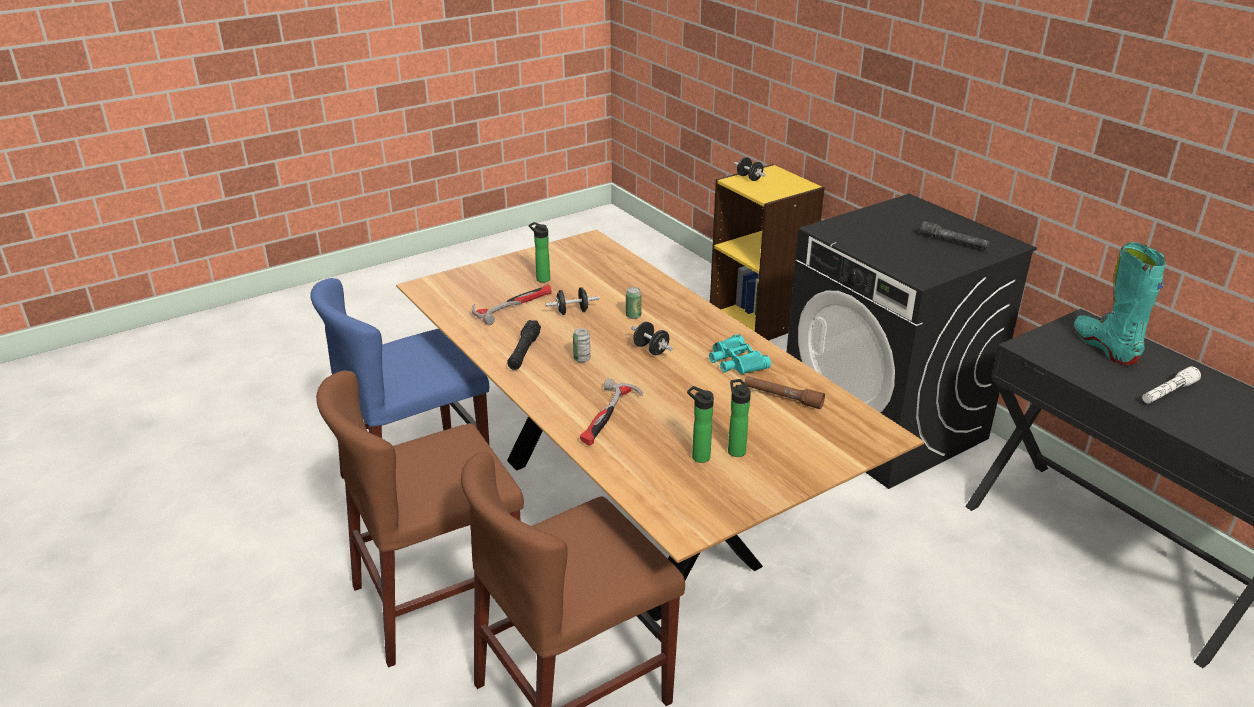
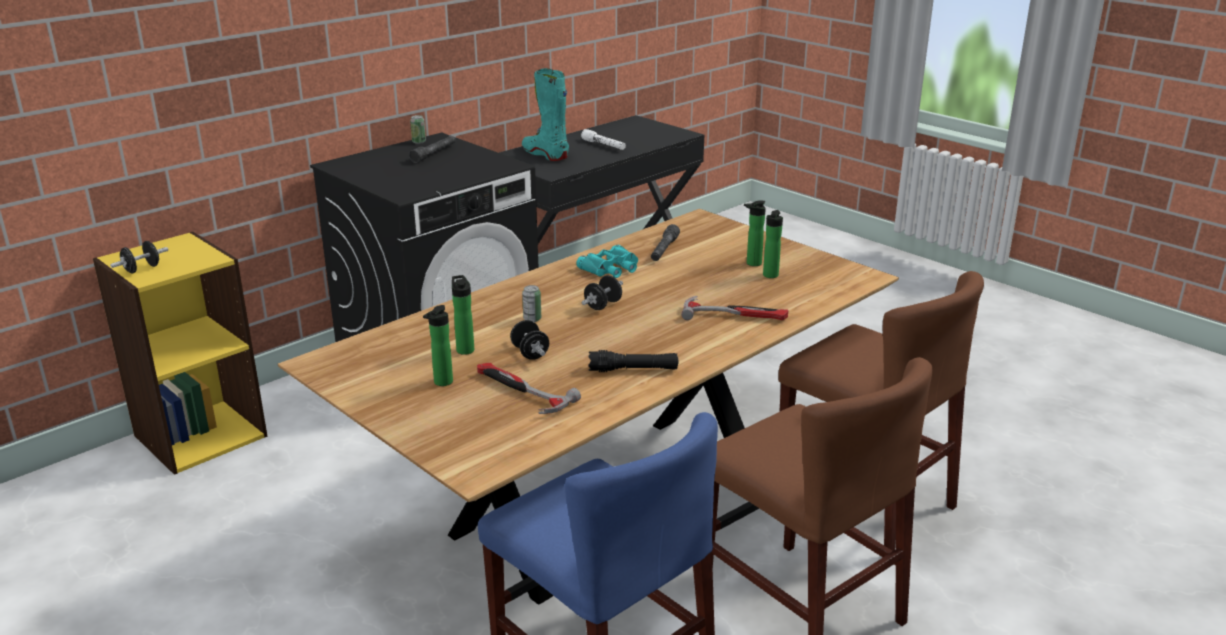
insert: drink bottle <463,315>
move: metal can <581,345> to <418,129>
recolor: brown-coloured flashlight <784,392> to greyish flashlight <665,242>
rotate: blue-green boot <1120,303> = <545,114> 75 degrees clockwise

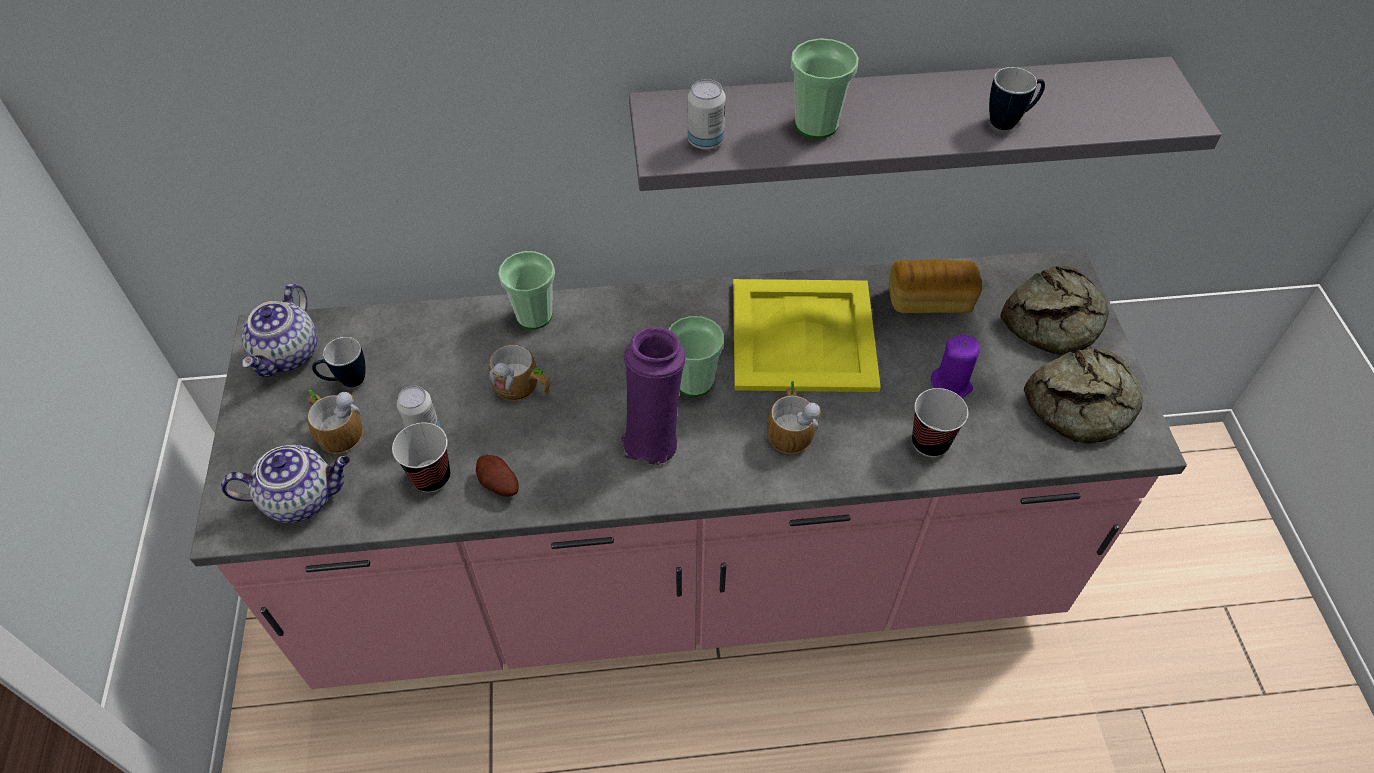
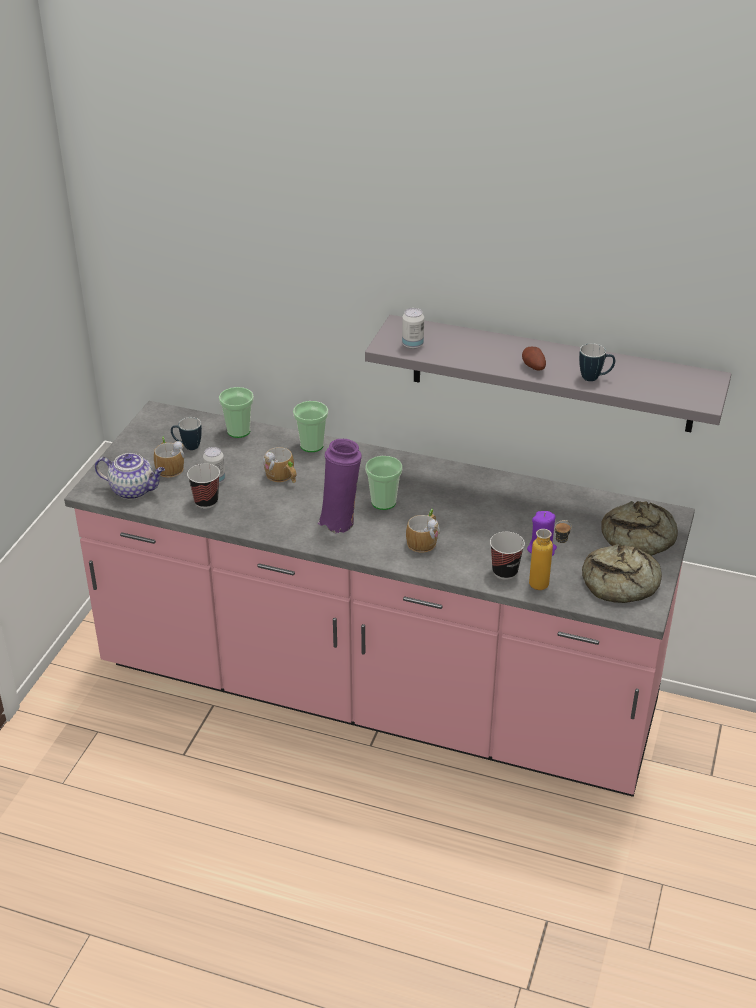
delete: teapot <279,330>; yellow-coloured serving tray <807,335>; bread <935,286>
insert: drink bottle <550,555>
move: drinking cup <824,88> to <236,412>; potato <497,476> to <534,359>

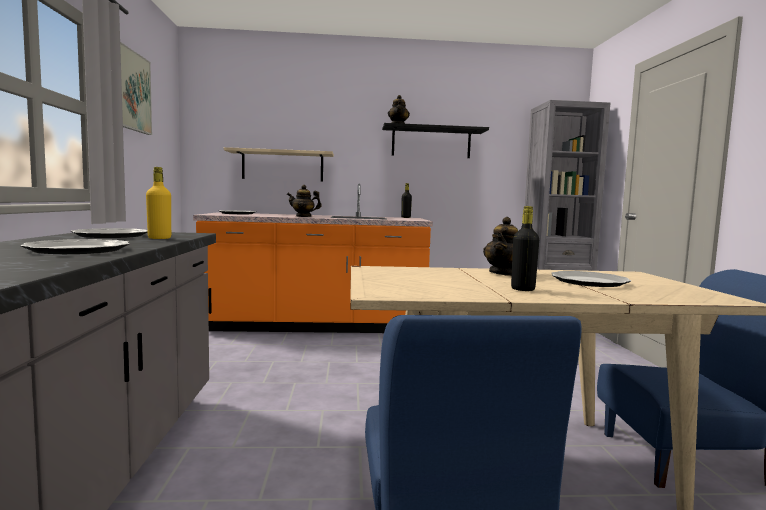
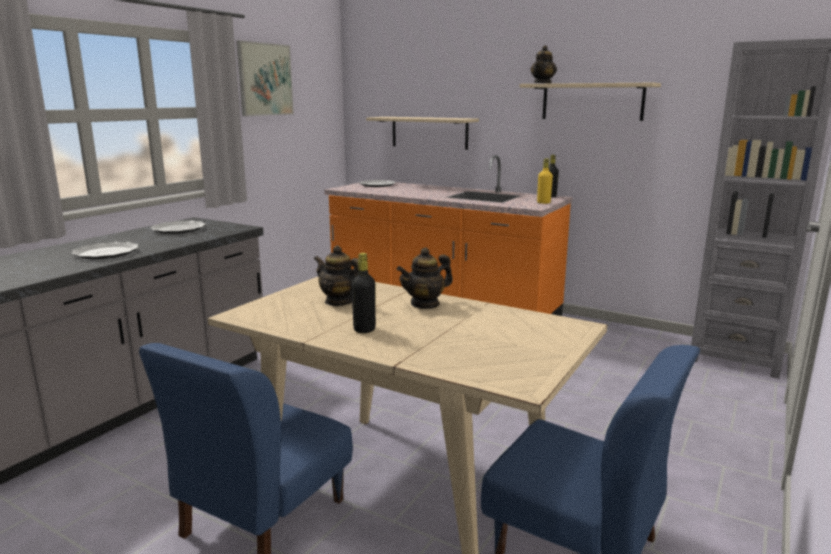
delete: dinner plate <591,279>
move: teapot <304,201> to <336,275>; yellow-coloured drink bottle <158,203> to <545,181>
recolor: black wall shelf <435,140> to sand-coloured wall shelf <590,102>

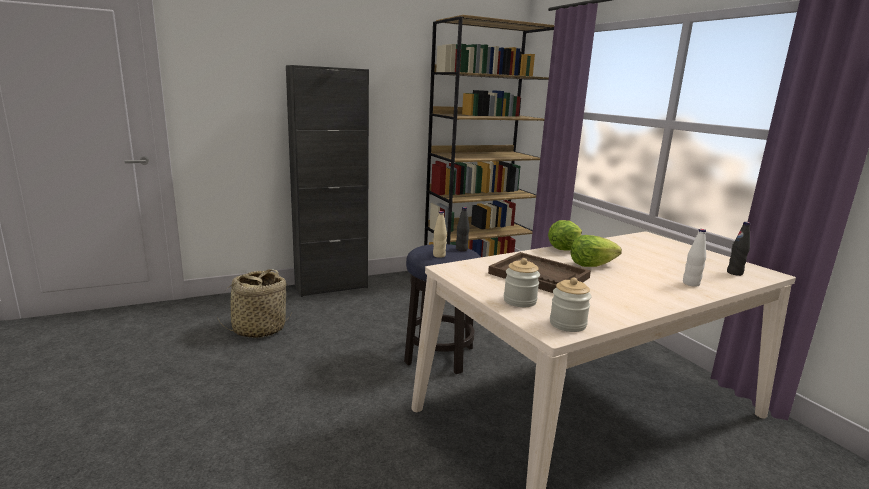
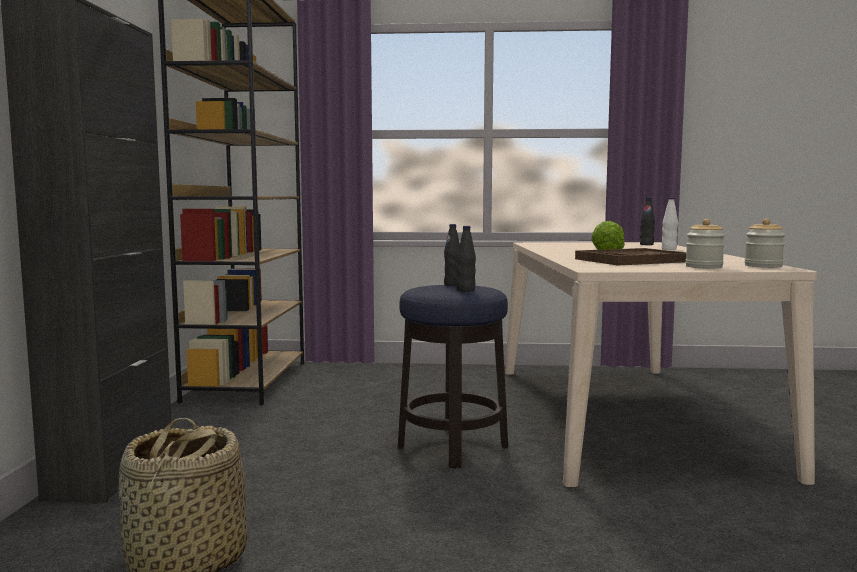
delete: lettuce head <565,235>
recolor: sand-coloured drink bottle <440,234> to black drink bottle <466,259>

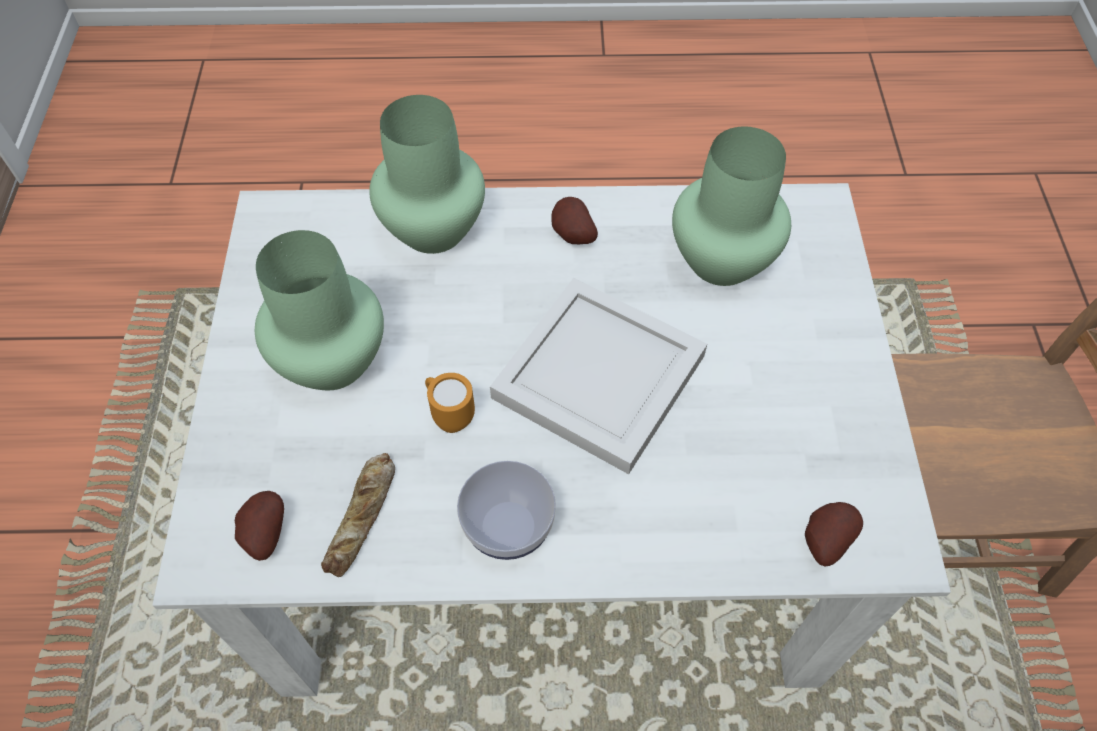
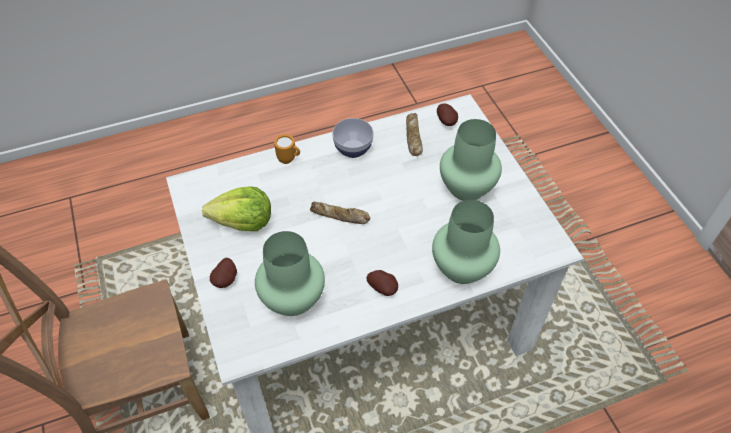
insert: lettuce head <236,208>
move: potato <834,534> to <223,273>; orangey tea mug <450,403> to <287,149>
replace: white serving tray <598,376> to bread <340,213>

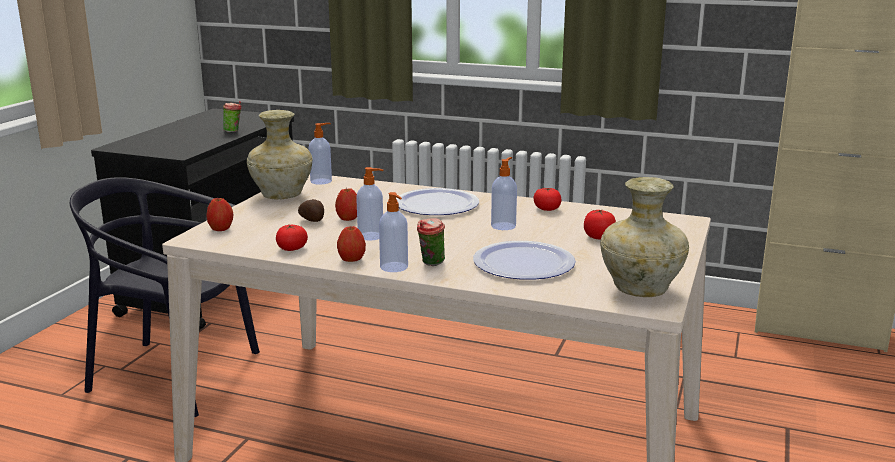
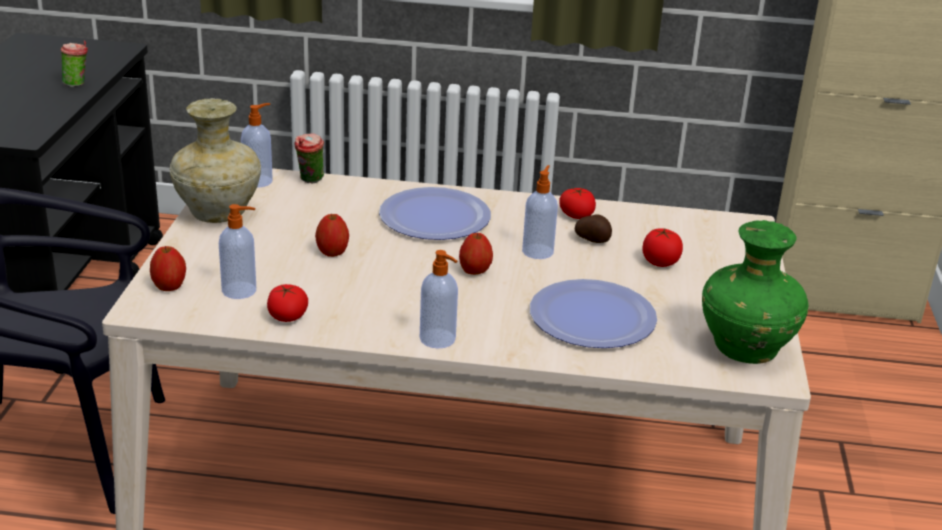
move: soap dispenser <369,204> to <237,251>; drinking cup <431,242> to <309,158>; whole apple <351,244> to <476,254>; potato <311,210> to <593,228>
recolor: sand-coloured decorative vase <645,237> to green decorative vase <755,292>

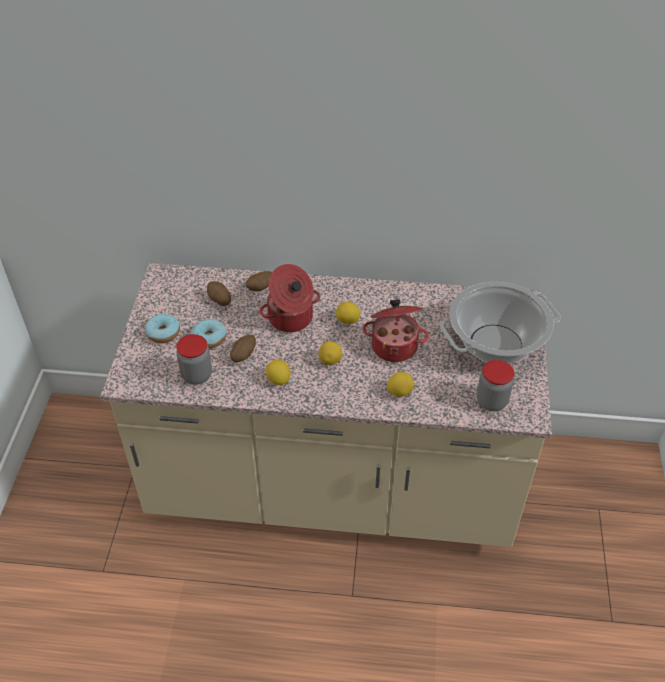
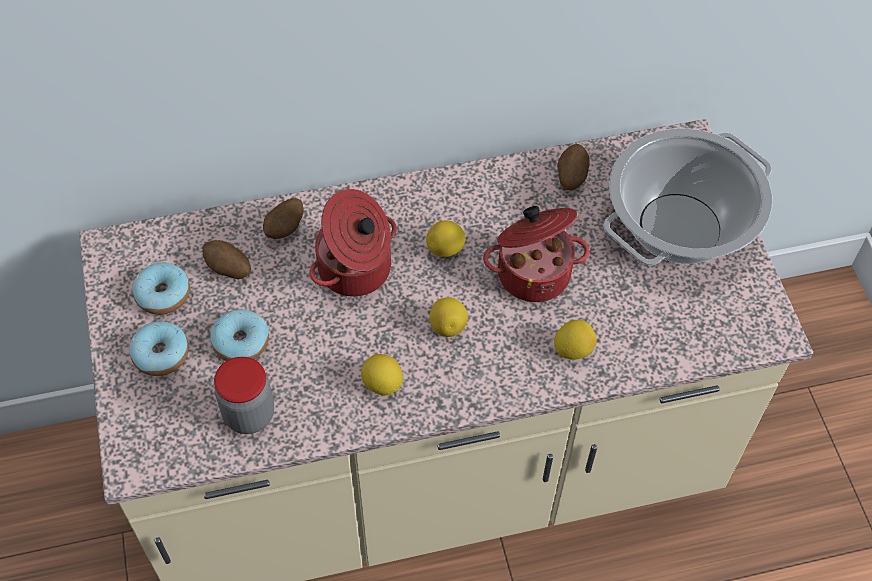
delete: jar <495,385>
insert: doughnut <161,288>
move: potato <243,348> to <573,167>

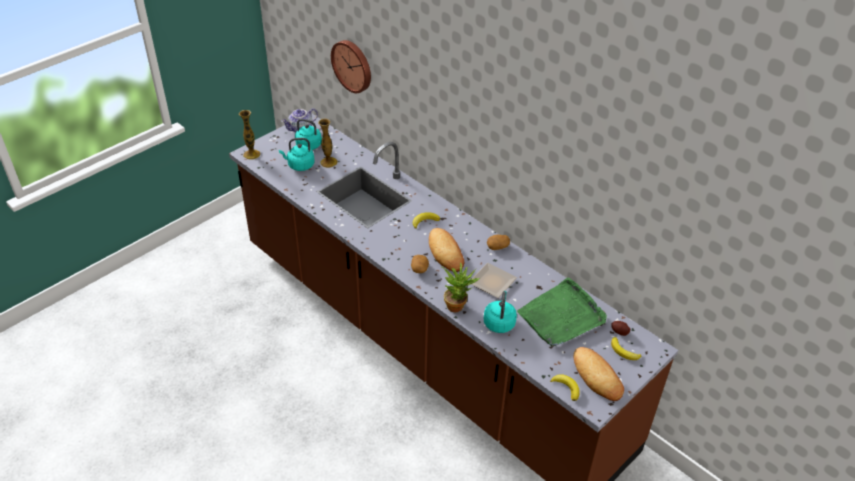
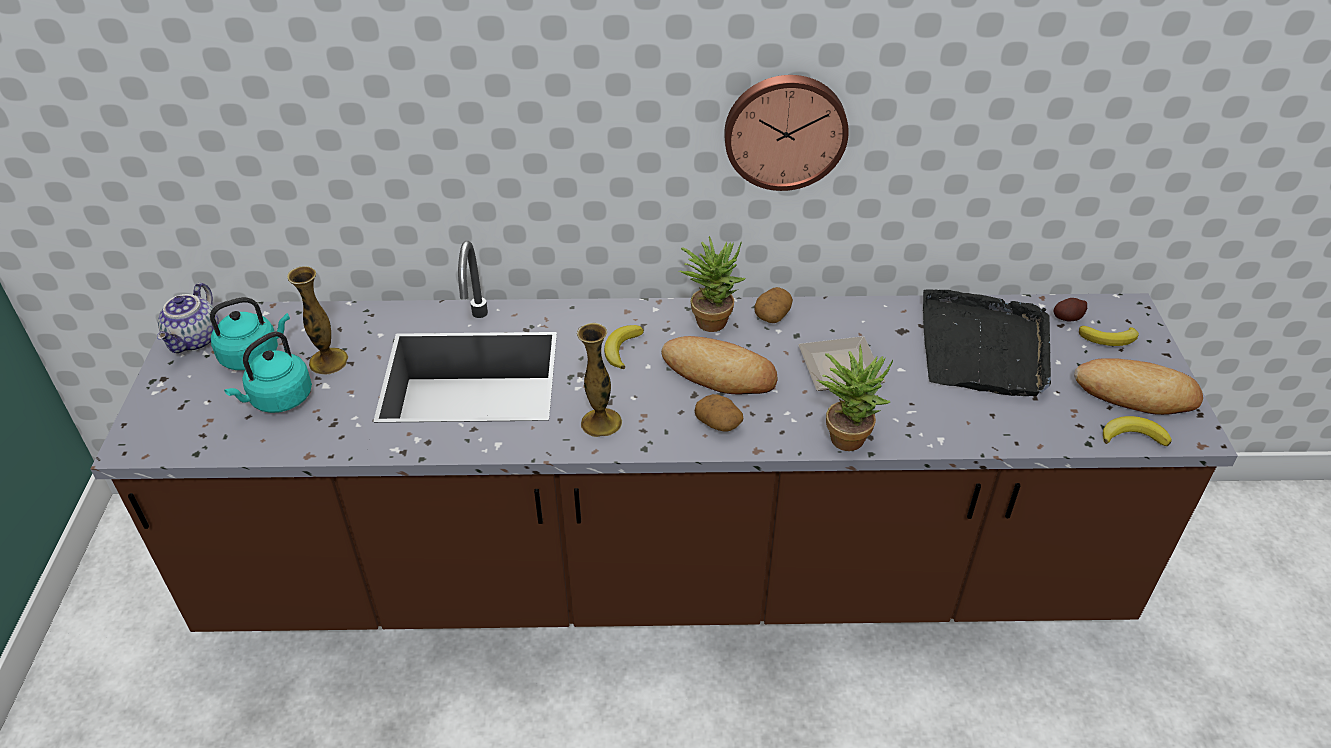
delete: blue-green tea kettle <500,312>
insert: potted plant <712,284>
move: decorative vase <249,135> to <599,380>; hanging clock <351,66> to <786,133>
recolor: green serving tray <562,311> to black serving tray <987,343>

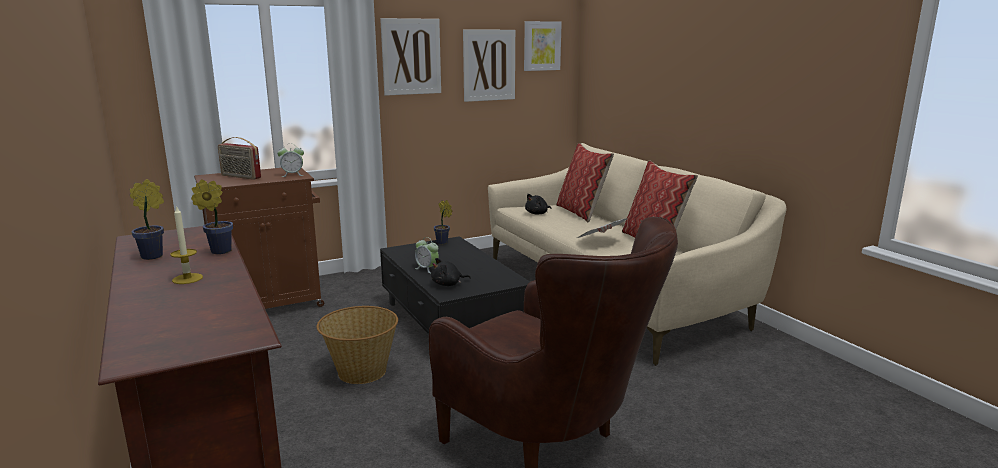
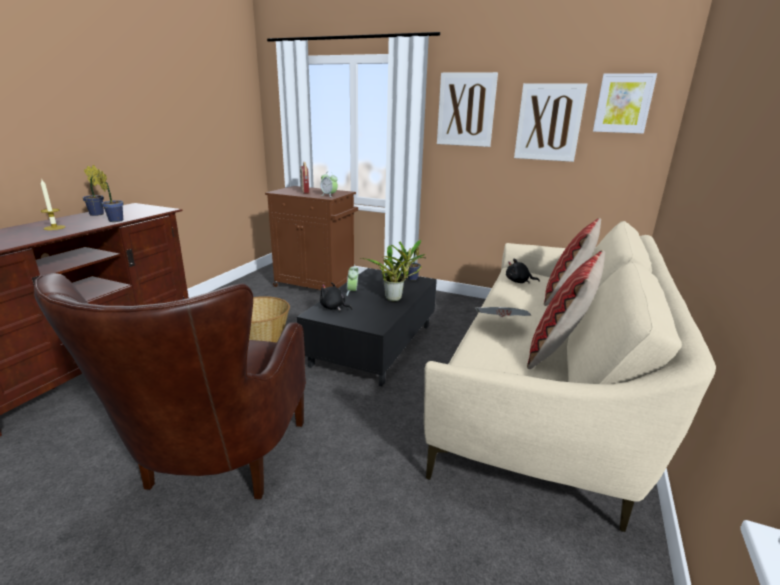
insert: potted plant <393,270>

